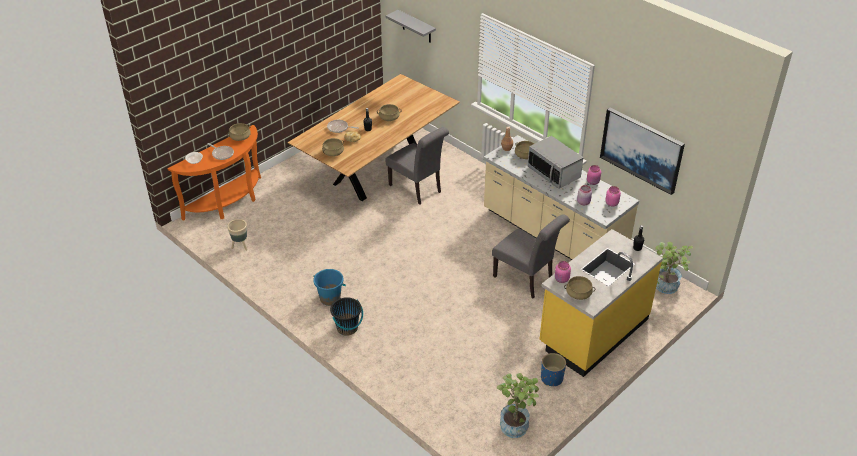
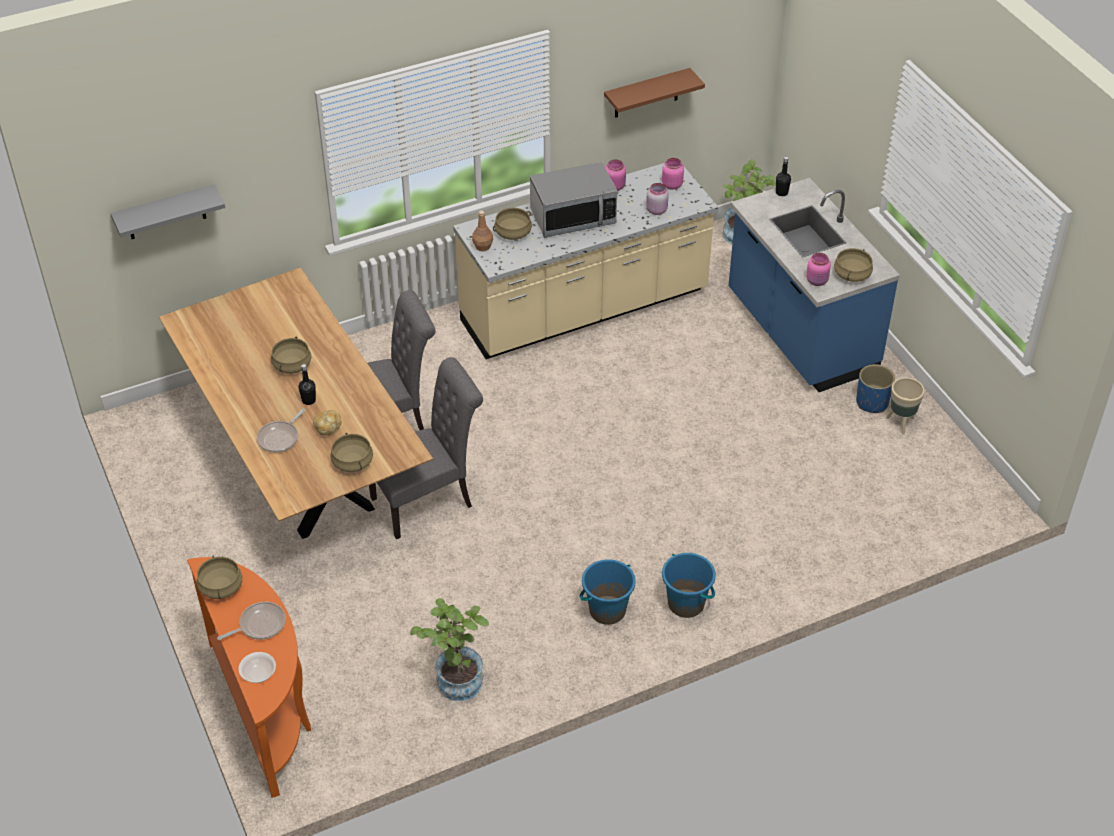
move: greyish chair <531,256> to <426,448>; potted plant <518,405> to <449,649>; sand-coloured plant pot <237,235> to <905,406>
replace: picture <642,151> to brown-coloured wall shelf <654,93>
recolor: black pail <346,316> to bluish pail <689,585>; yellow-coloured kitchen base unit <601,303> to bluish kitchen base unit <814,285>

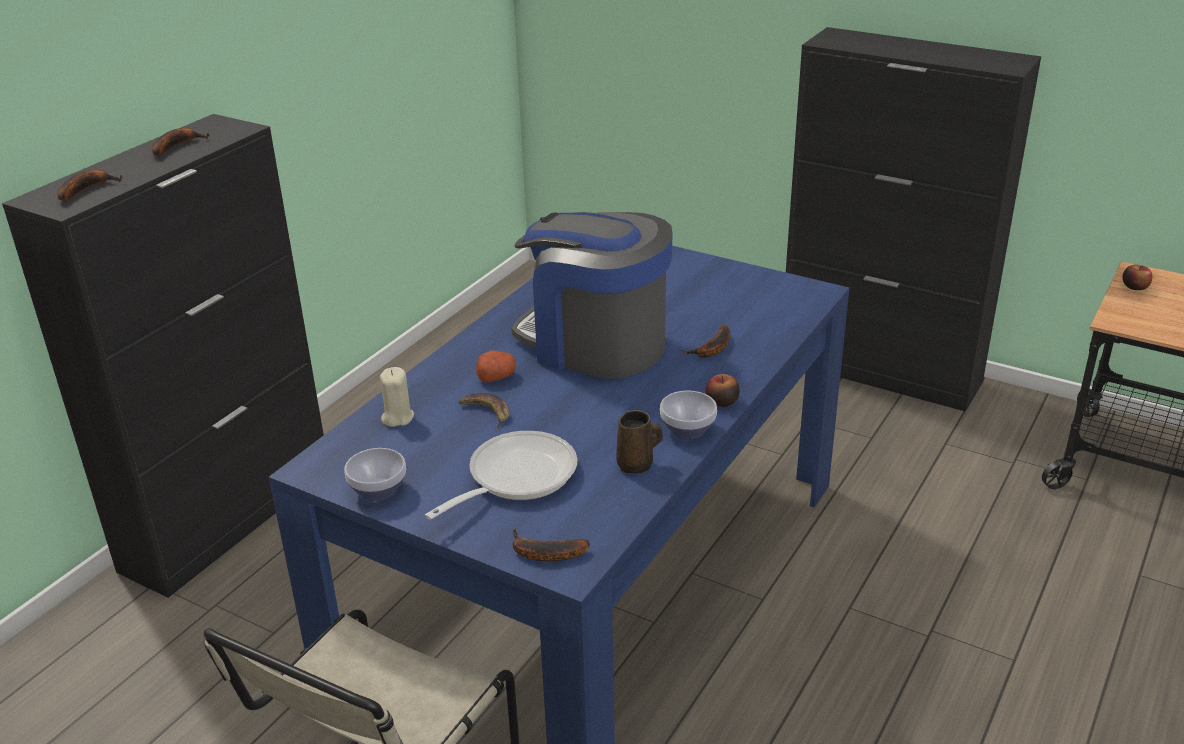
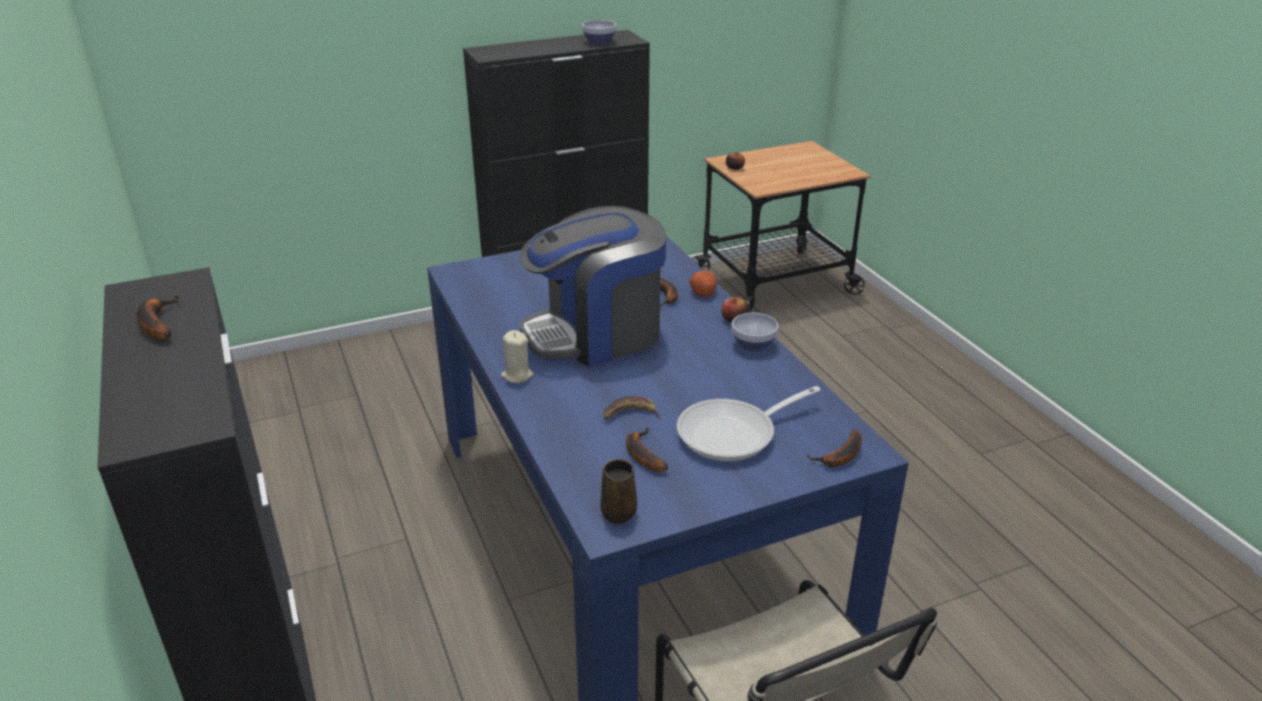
move: sand-coloured wax candle <397,397> to <517,356>; serving bowl <375,474> to <599,32>; brown-coloured tea mug <639,441> to <618,491>; whole banana <90,185> to <647,450>; potato <496,366> to <703,283>
rotate: skillet <501,475> = <749,424> 105 degrees counterclockwise

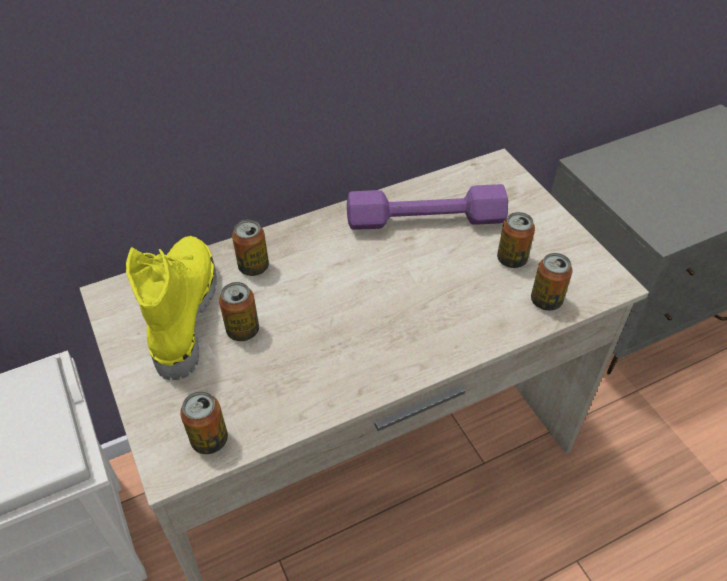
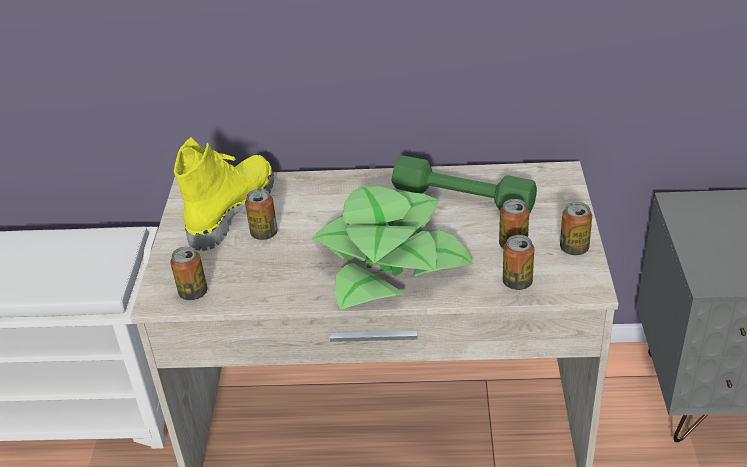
insert: potted plant <392,248>
move: metal can <250,248> to <576,228>
recolor: purple free weight <427,207> to green free weight <464,184>

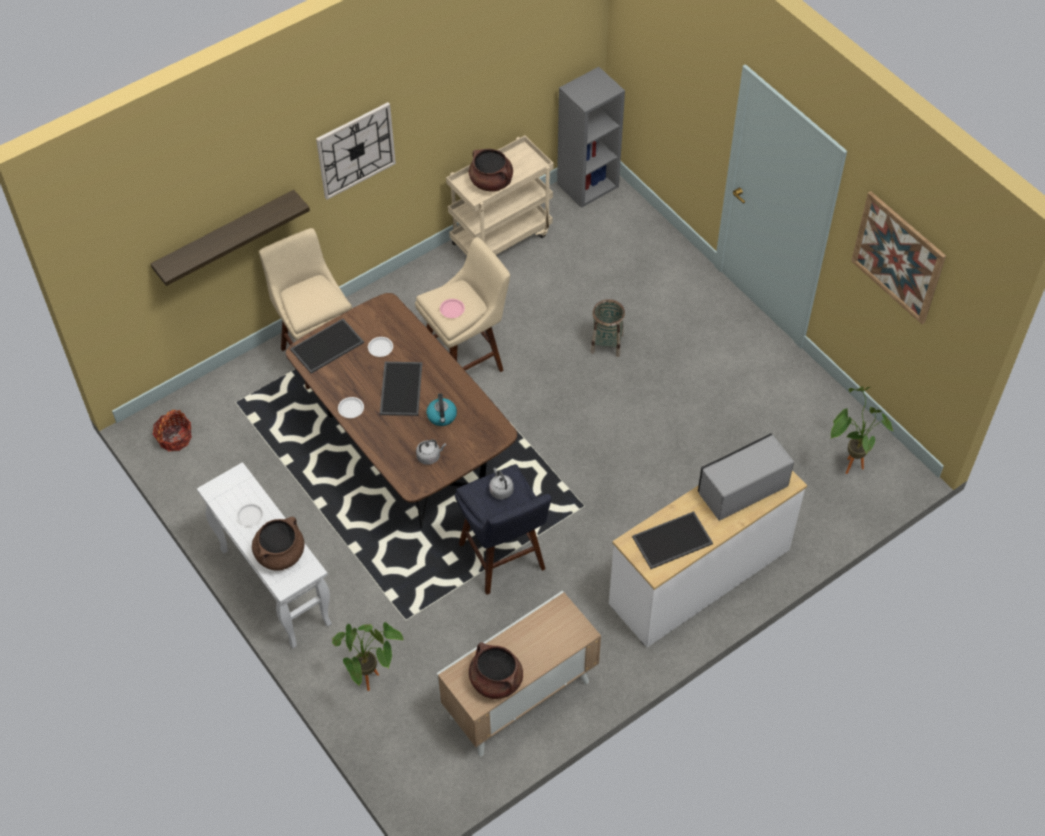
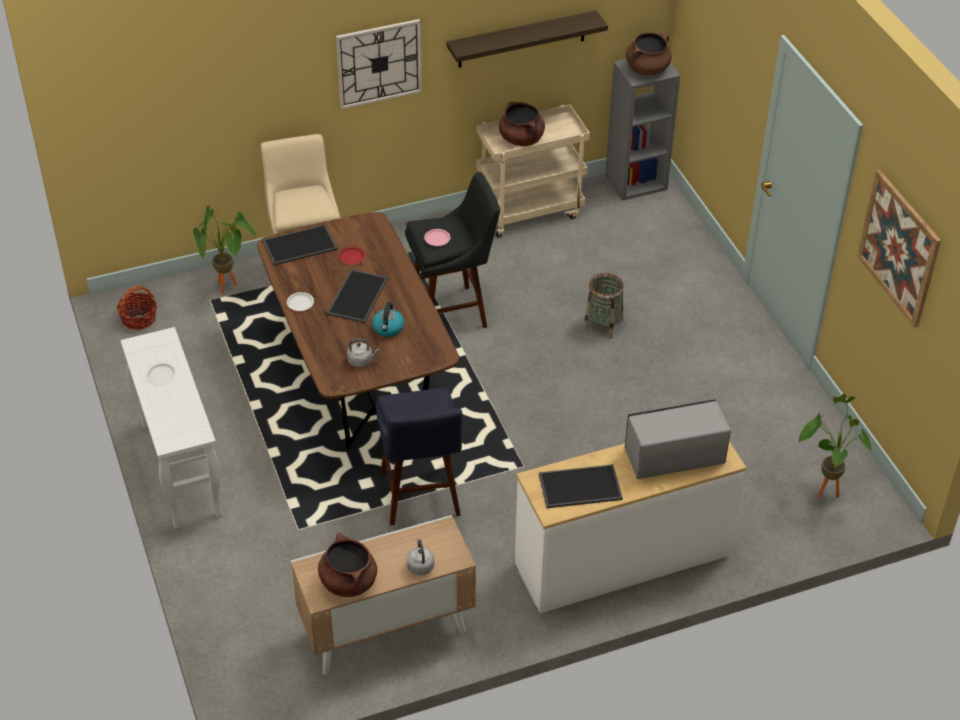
move: potted plant <368,656> to <224,250>; greyish tea kettle <501,483> to <420,557>; wall shelf <230,238> to <527,39>; brown-coloured saucepot <278,544> to <649,53>
recolor: white dinner plate <380,347> to red dinner plate <352,256>; sand-coloured stool <462,304> to black stool <452,250>

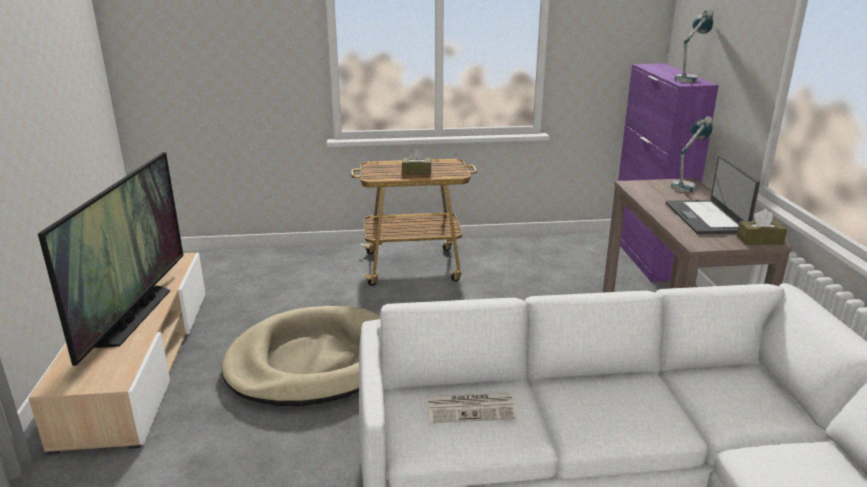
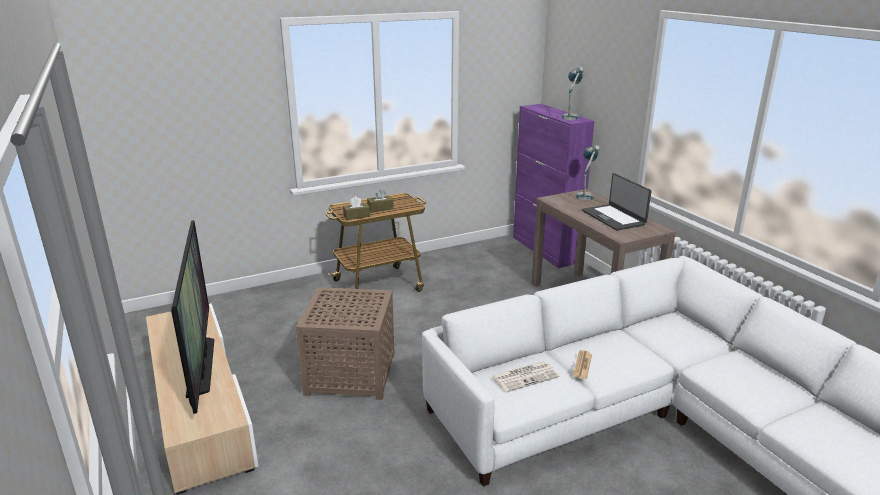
insert: newspaper <582,364>
move: brown-coloured box of tissues <761,227> to <356,208>
replace: sand-coloured pet bed <301,356> to brown-coloured end table <345,343>

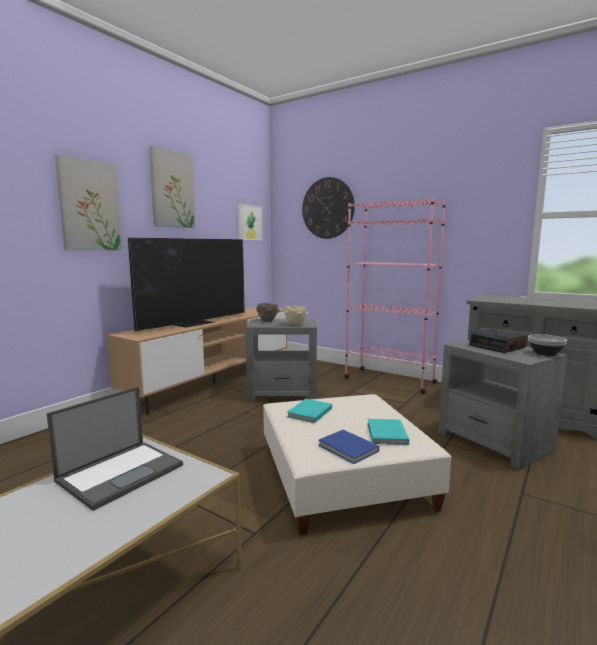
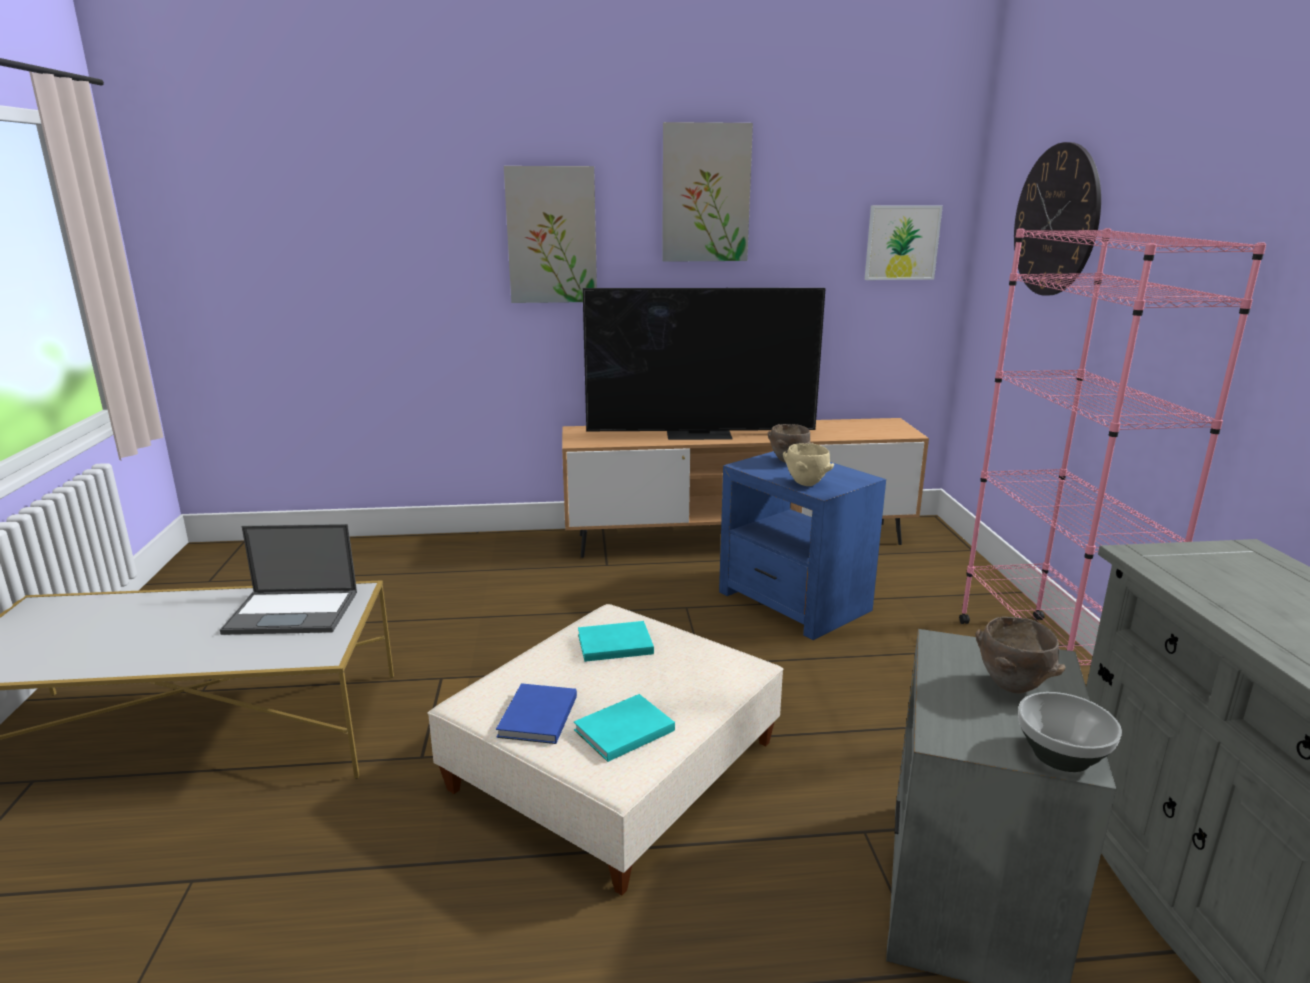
replace: alarm clock <498,341> to brown-coloured serving bowl <1020,655>
recolor: greyish end table <281,360> to bluish end table <802,545>

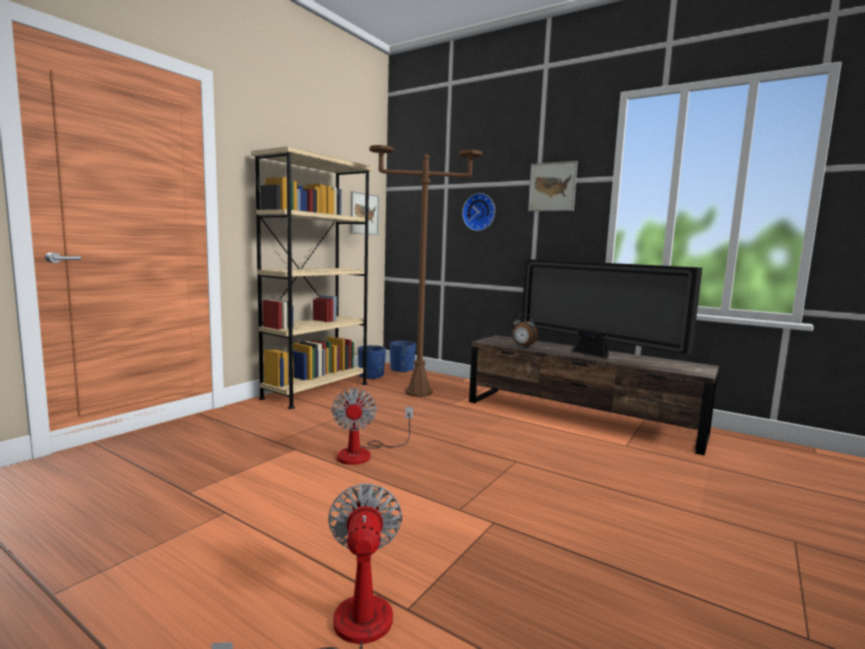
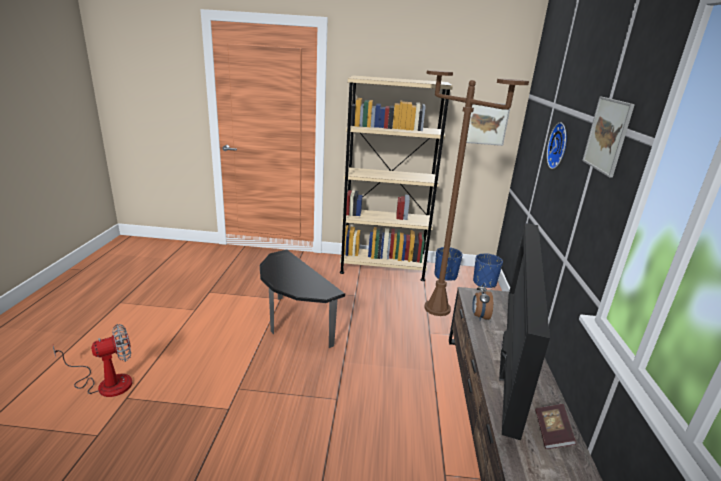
insert: book <555,426>
replace: cooling fan <372,426> to end table <302,298>

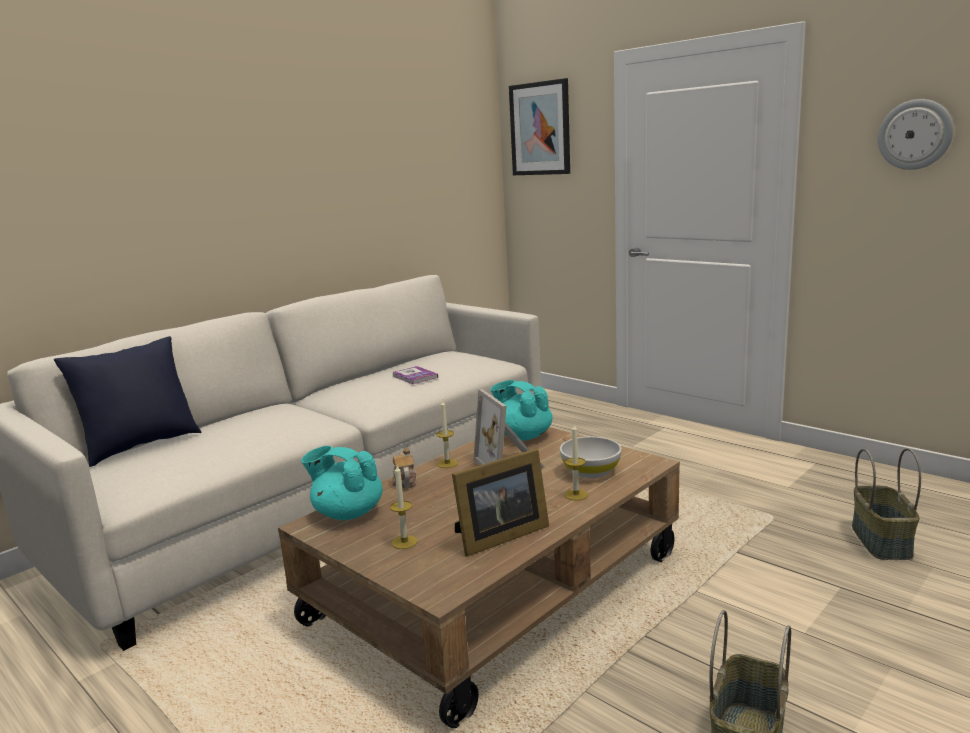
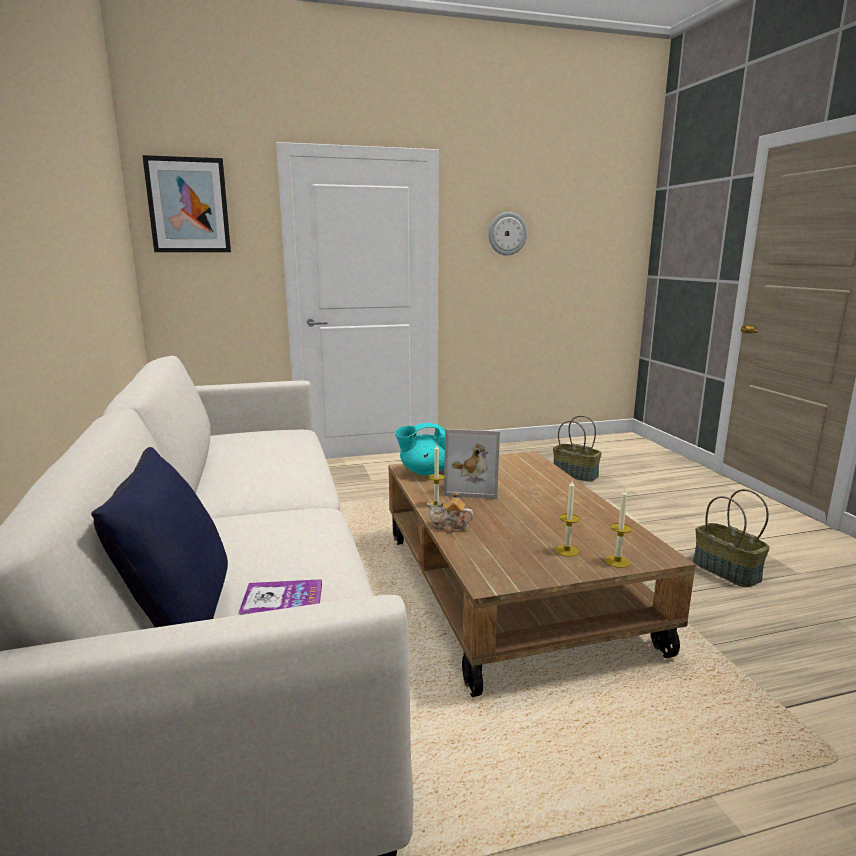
delete: blue-green teapot <342,483>; picture frame <500,502>; white serving bowl <591,457>
move: book <415,375> to <280,597>; wax candle <576,462> to <618,528>

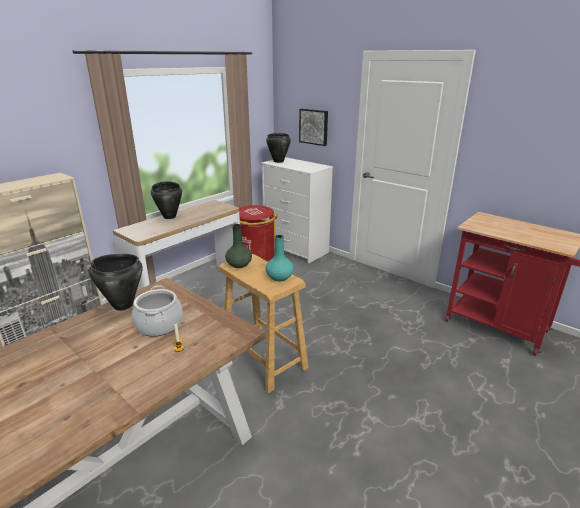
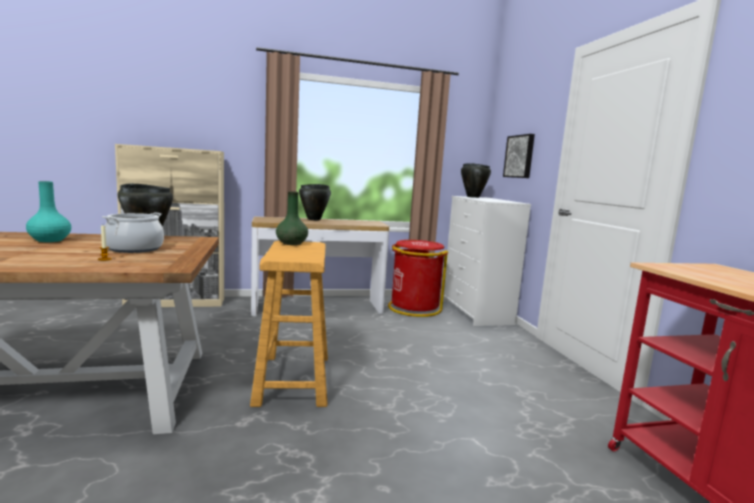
move: blue-green decorative vase <279,258> to <48,211>

